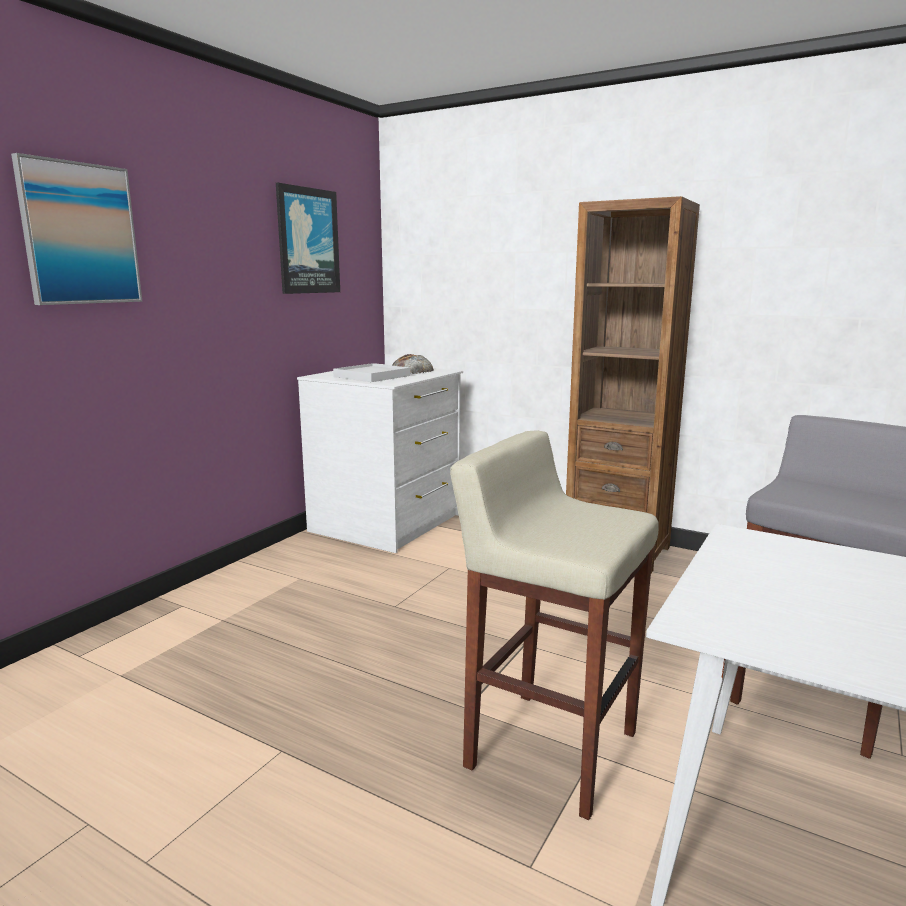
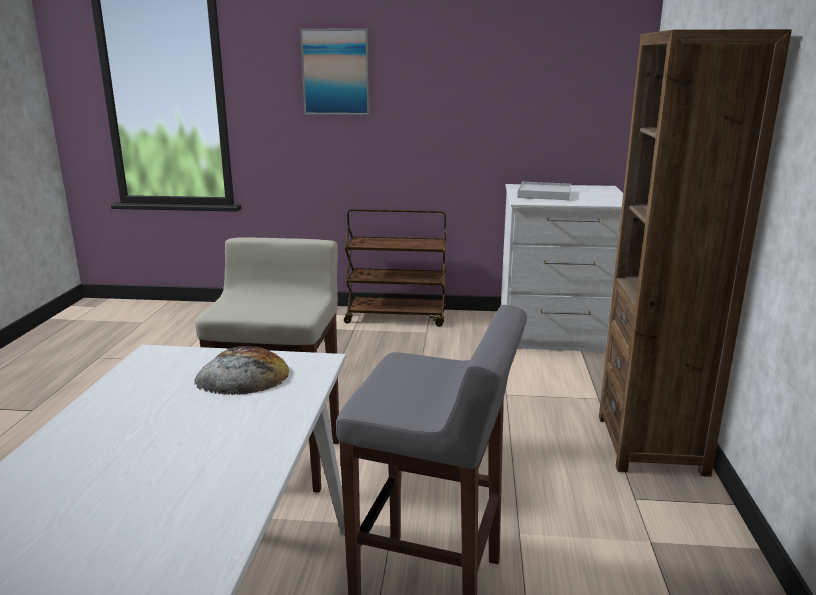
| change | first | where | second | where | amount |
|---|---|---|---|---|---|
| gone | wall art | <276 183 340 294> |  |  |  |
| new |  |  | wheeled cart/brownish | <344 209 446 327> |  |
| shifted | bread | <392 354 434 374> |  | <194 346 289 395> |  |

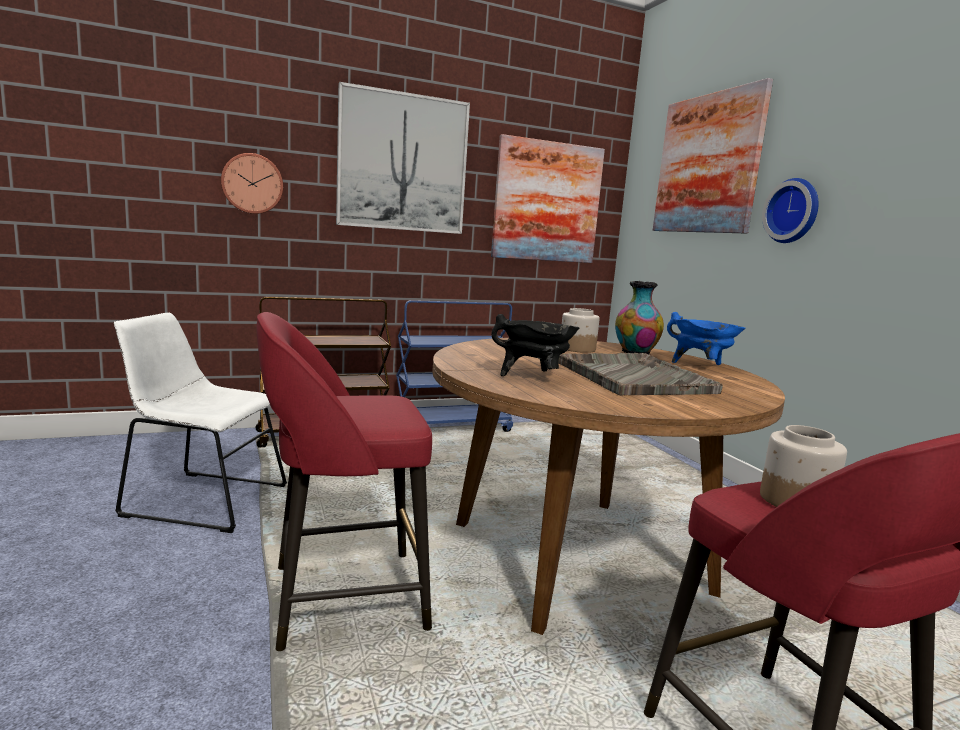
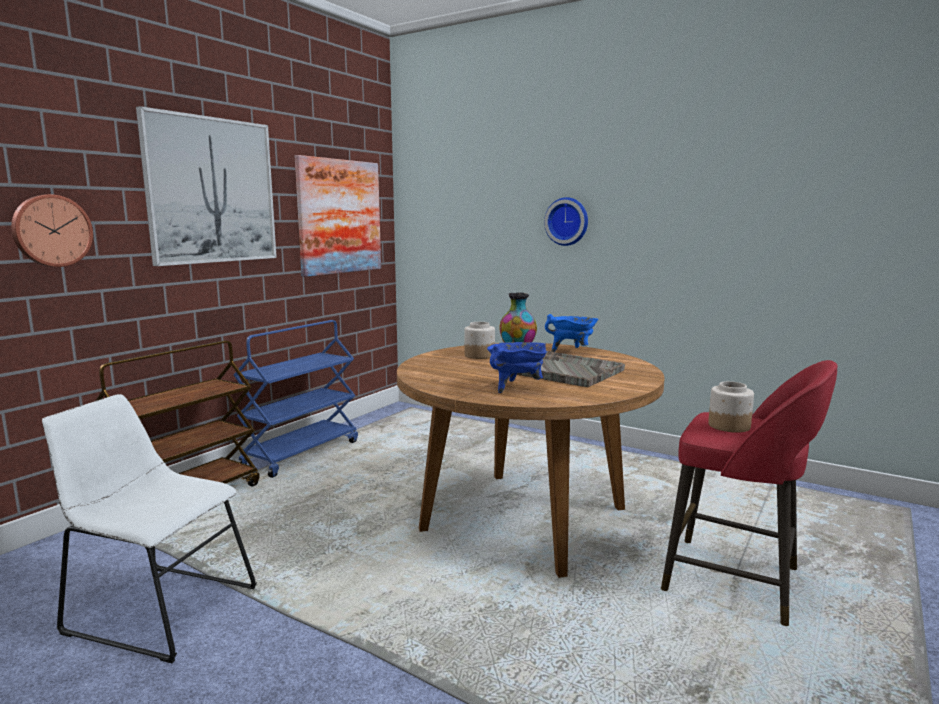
| change | first | where | second | where | amount |
|---|---|---|---|---|---|
| gone | sitting stool/red | <256 312 432 651> |  |  |  |
| gone | wall art | <653 78 773 234> |  |  |  |
| repainted | stockpot/black-coloured | <491 314 580 376> | stockpot/blue-coloured | <487 342 547 393> |  |
| rotated | plain chair/white-coloured | <114 313 287 533> |  | <42 394 257 663> | 45 degrees clockwise |

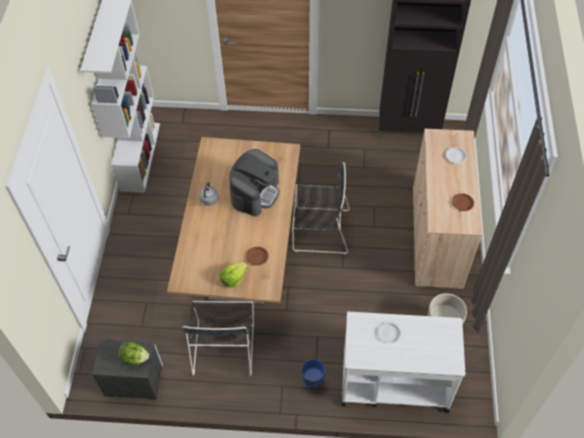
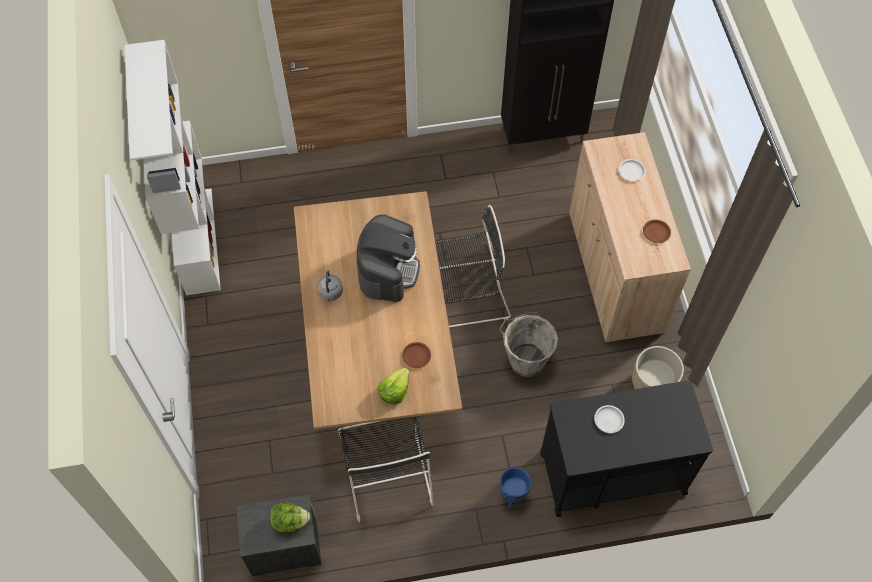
| change | first | where | second | where | amount |
|---|---|---|---|---|---|
| new |  |  | pail/grey | <499 313 558 377> |  |
| repainted | wheeled cart/white-coloured | <342 312 465 413> | wheeled cart/black-coloured | <540 380 713 517> |  |

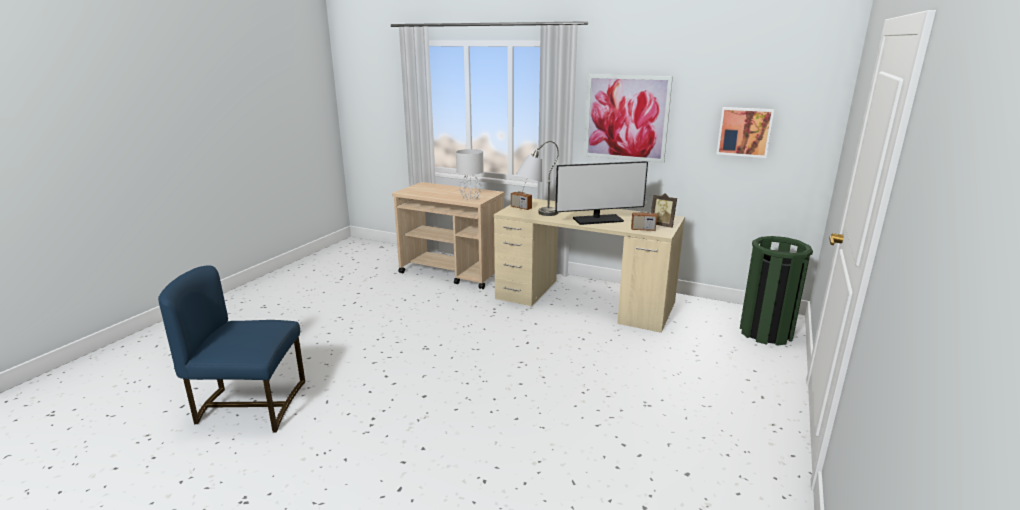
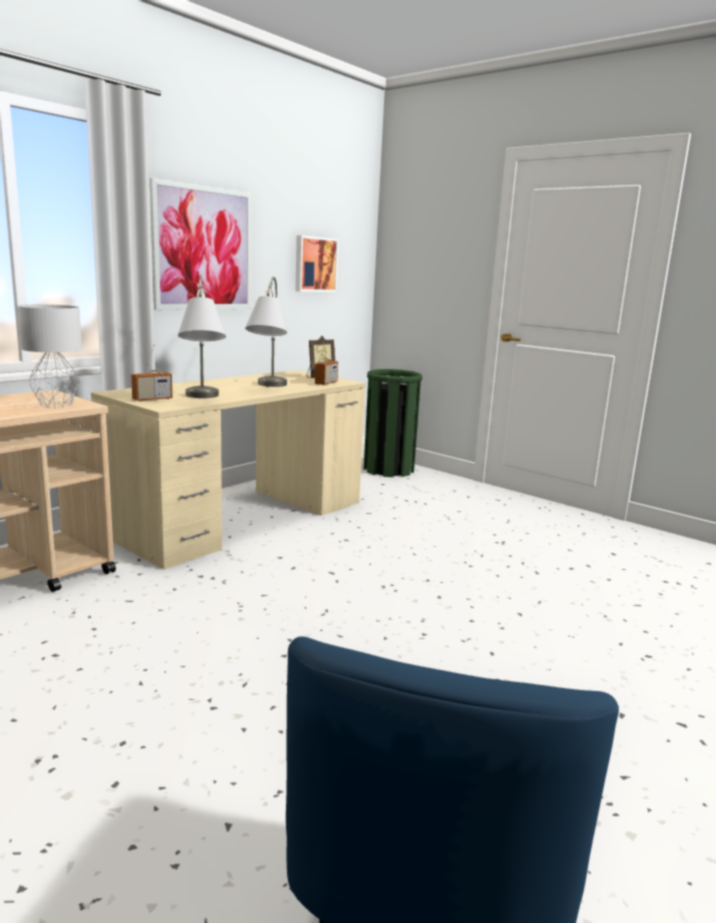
| change | first | where | second | where | amount |
|---|---|---|---|---|---|
| swapped | monitor | <555 161 648 225> | table lamp/grey | <245 277 287 387> |  |

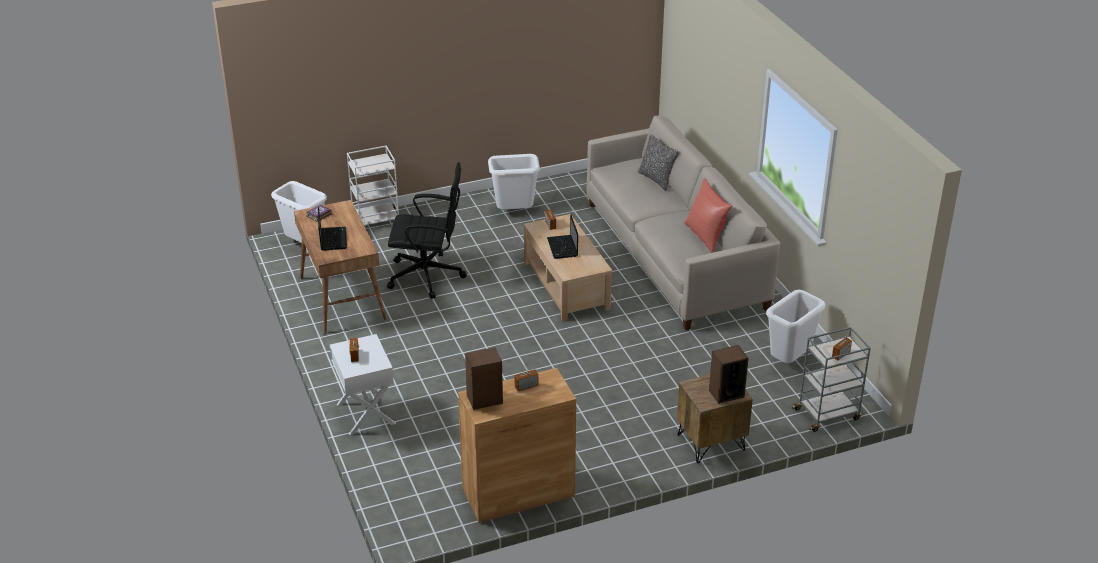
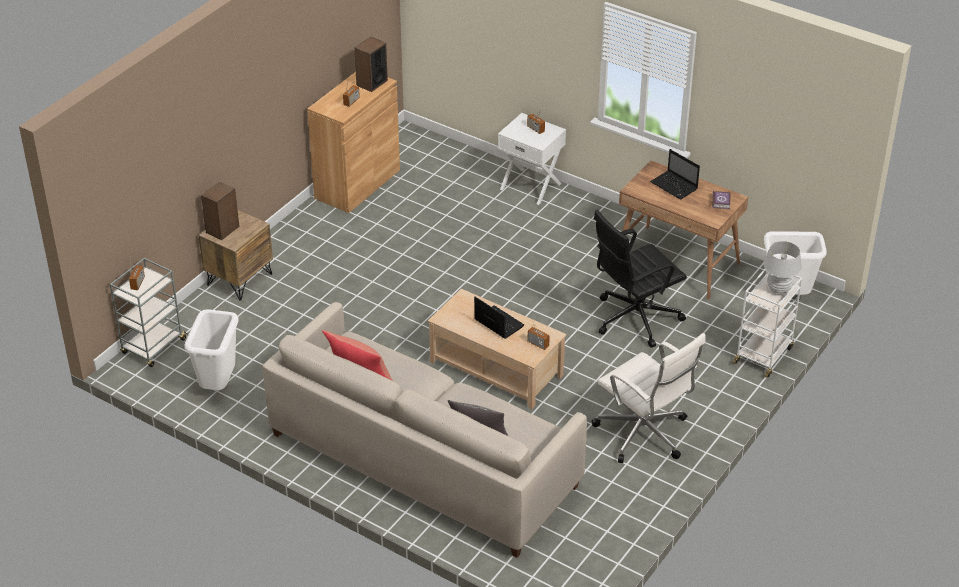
| change | first | where | second | where | amount |
|---|---|---|---|---|---|
| new |  |  | table lamp/white-coloured | <764 241 802 294> |  |
| swapped | rubbish bin/white-coloured | <488 154 540 210> | computer chair/white-coloured | <591 333 706 463> |  |

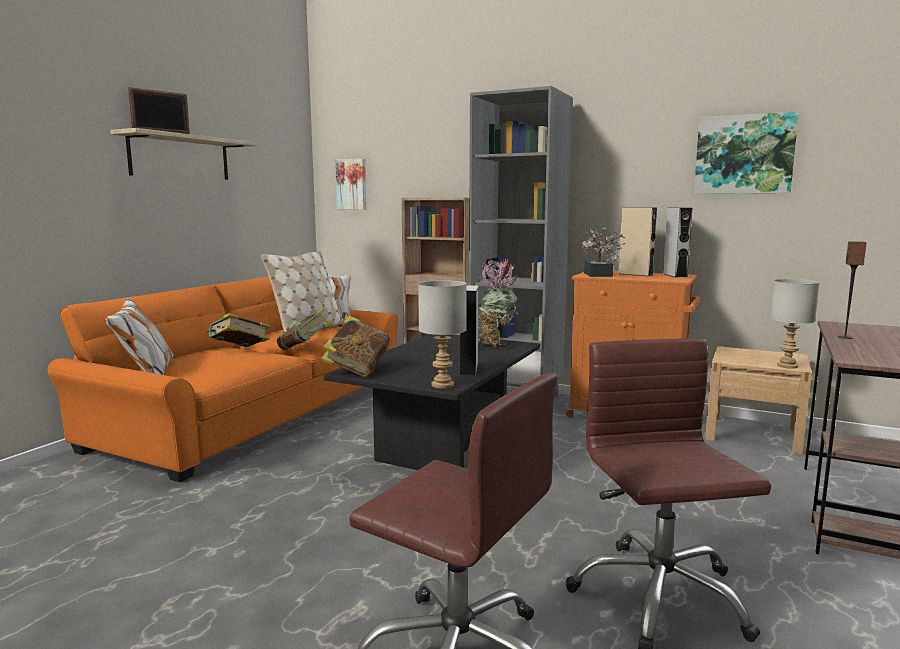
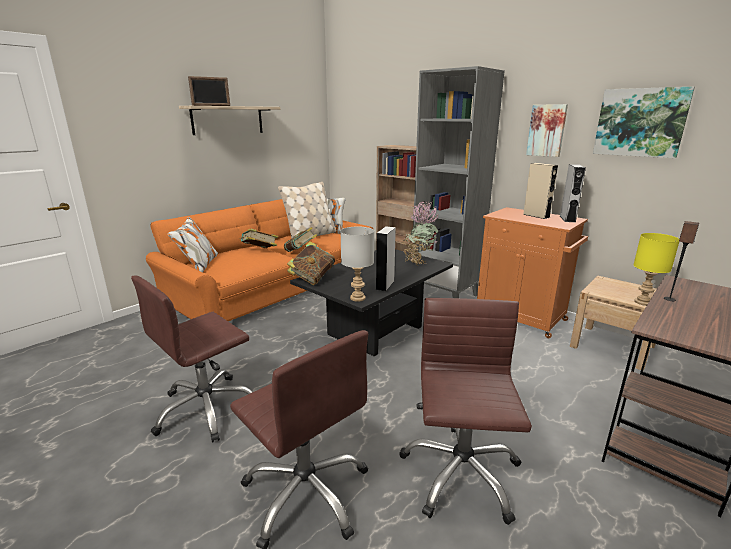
| change | first | where | second | where | amount |
|---|---|---|---|---|---|
| gone | plant in a pot | <580 227 625 277> |  |  |  |
| new |  |  | computer chair/brownish | <131 275 253 443> |  |
| shifted | wall art | <335 159 366 210> |  | <526 104 568 157> |  |
| repainted | table lamp/grey | <770 279 820 369> | table lamp/yellowish | <633 233 679 306> |  |

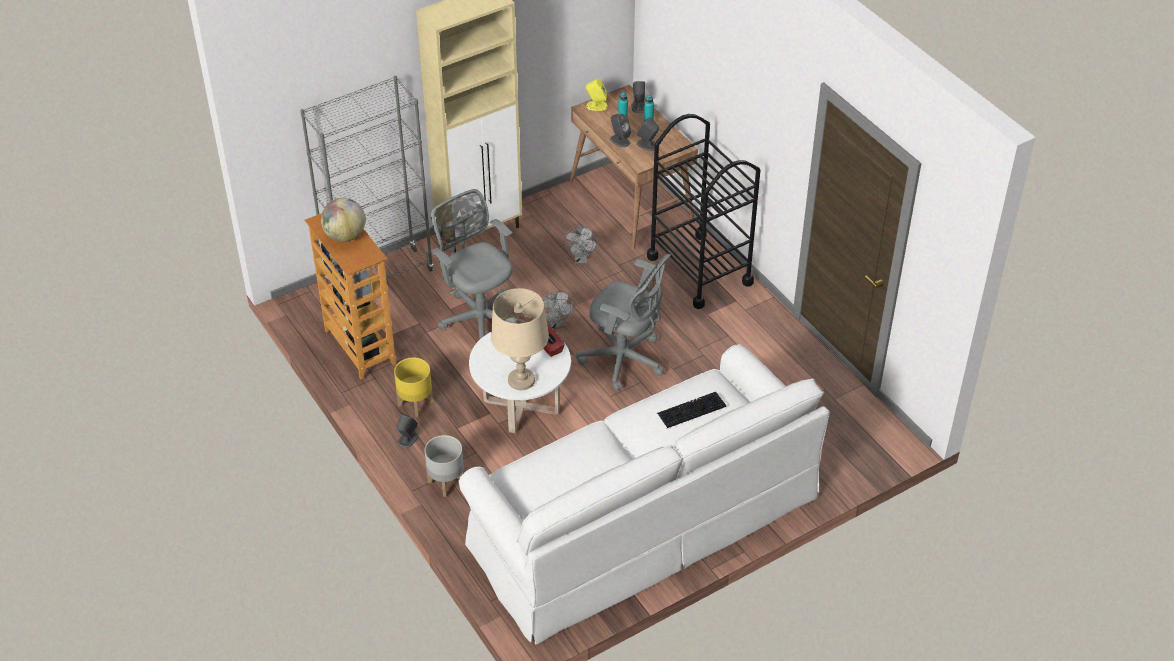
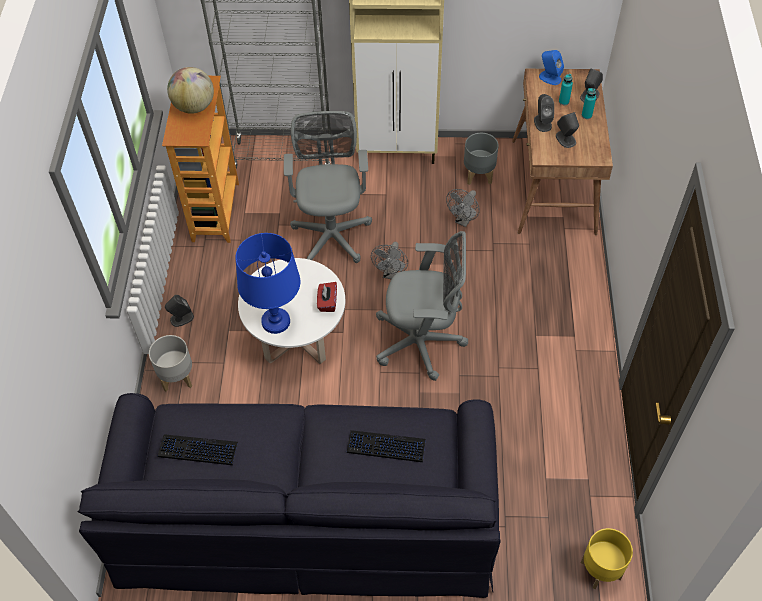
| change | first | where | second | where | amount |
|---|---|---|---|---|---|
| gone | wheeled cart/black-coloured | <647 114 760 309> |  |  |  |
| new |  |  | PC keyboard | <158 434 238 465> |  |
| new |  |  | plant pot/grey | <464 133 498 185> |  |
| shifted | plant pot/yellowish | <394 358 433 417> |  | <580 528 633 589> |  |
| repainted | sofa/white-coloured | <459 344 830 645> | sofa/black-coloured | <78 393 501 598> |  |
| repainted | table lamp/sand-coloured | <491 288 549 390> | table lamp/blue-coloured | <236 233 301 334> |  |
| repainted | audio speaker/yellowish | <586 79 608 111> | audio speaker/blue-coloured | <539 50 564 85> |  |
| rotated | computer chair/grey | <576 254 671 391> |  | <376 231 468 381> | 60 degrees counterclockwise |

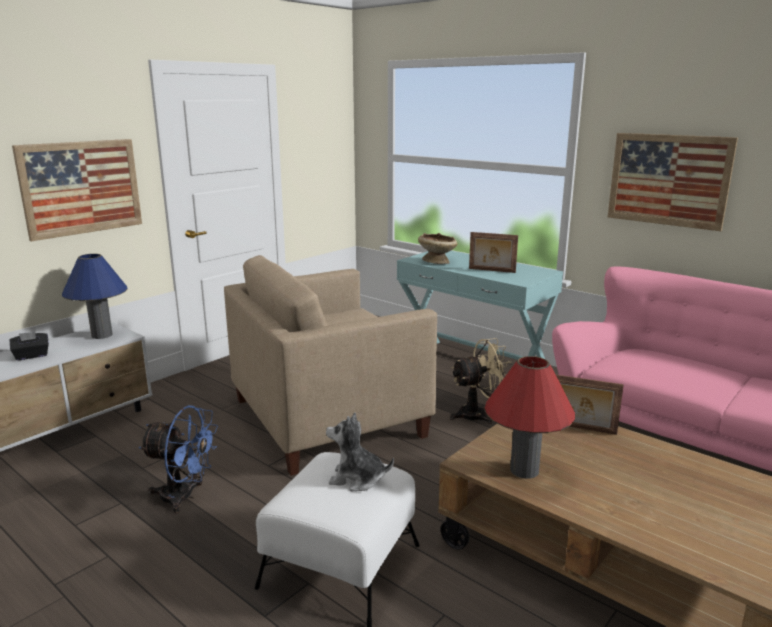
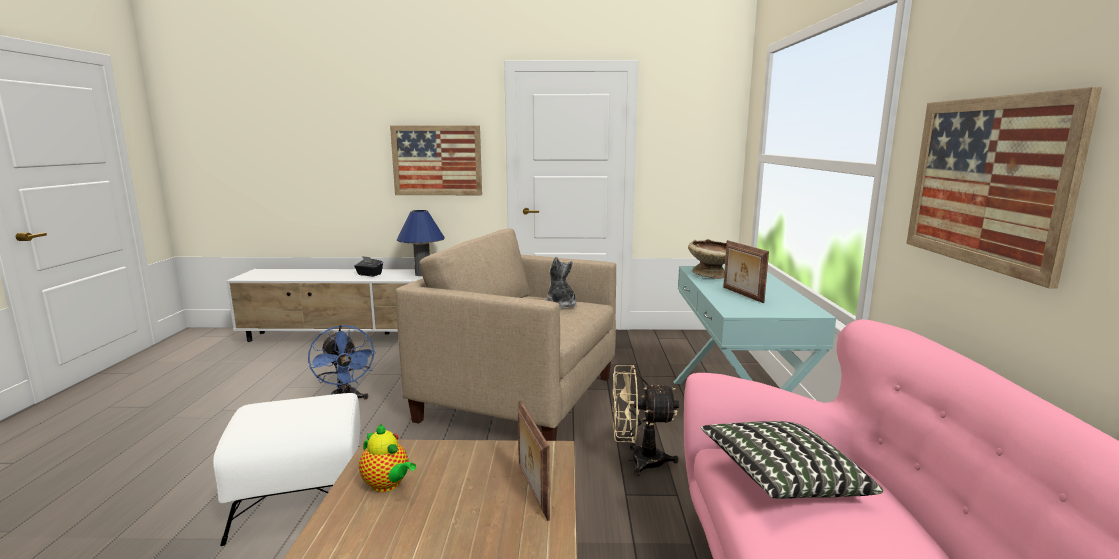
| change | first | where | second | where | amount |
|---|---|---|---|---|---|
| new |  |  | cushion | <701 421 883 499> |  |
| shifted | plush toy | <326 413 394 491> |  | <545 257 577 309> |  |
| swapped | table lamp/red | <485 356 575 479> | teapot | <359 424 416 492> |  |
| rotated | cooling fan/sand-coloured | <450 338 512 424> |  | <612 365 679 476> | 150 degrees clockwise |

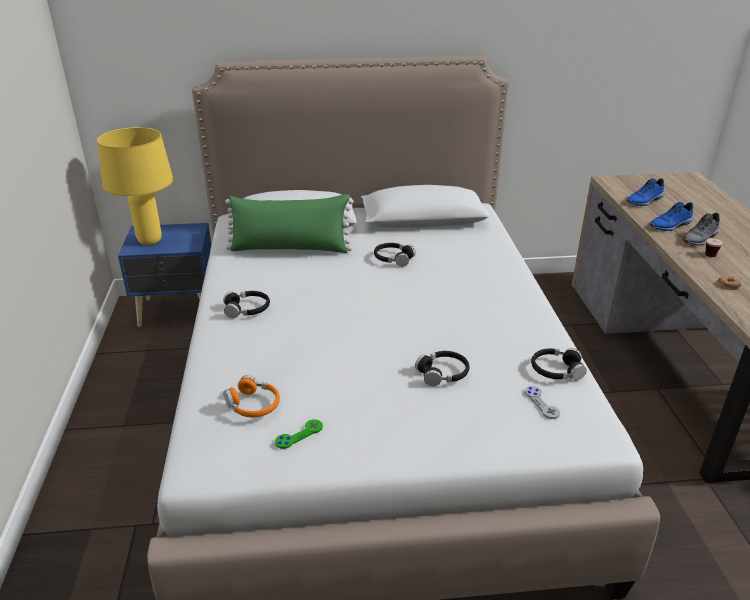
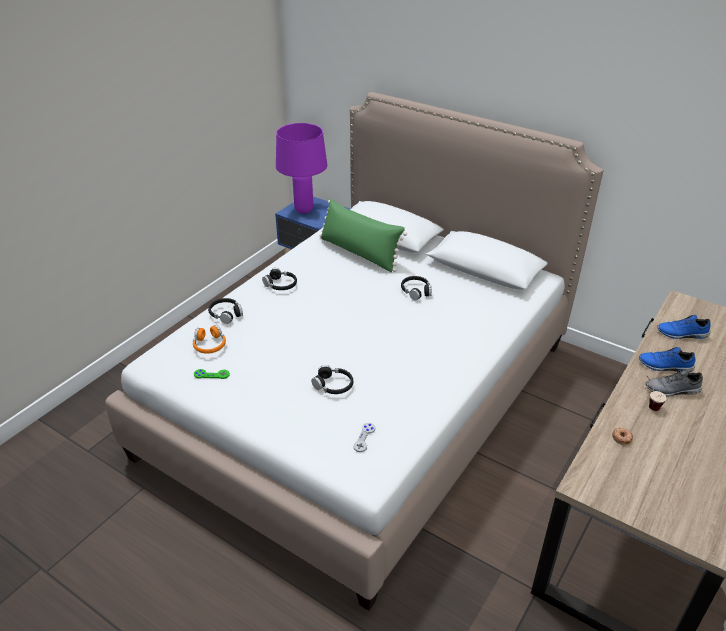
| change | first | where | second | where | amount |
|---|---|---|---|---|---|
| shifted | headset/black-coloured | <531 348 587 381> |  | <208 298 243 324> |  |
| repainted | table lamp/yellowish | <97 127 173 245> | table lamp/purple-coloured | <276 123 327 213> |  |

